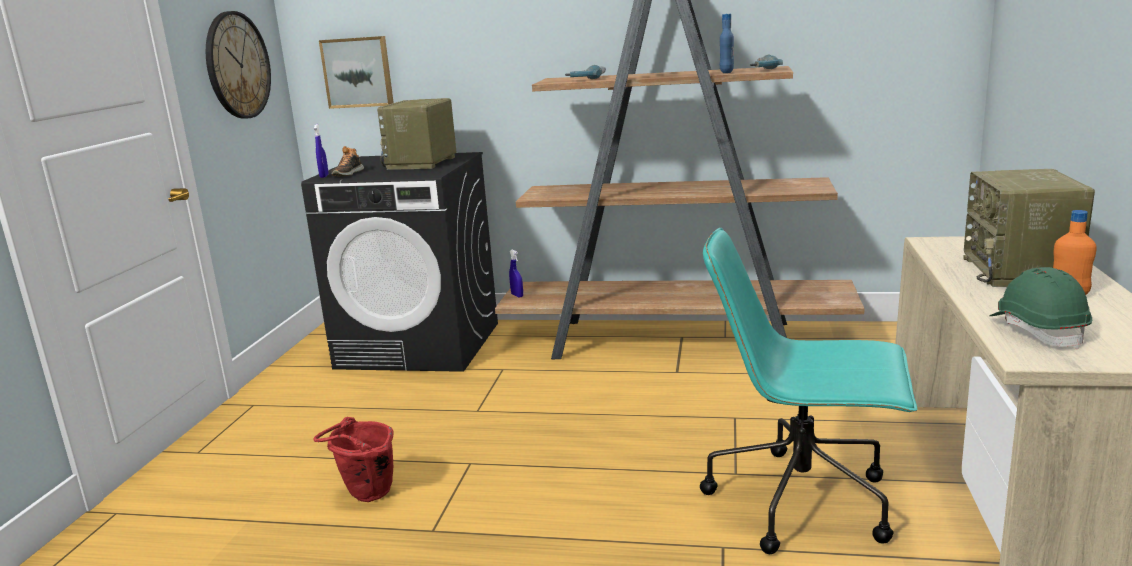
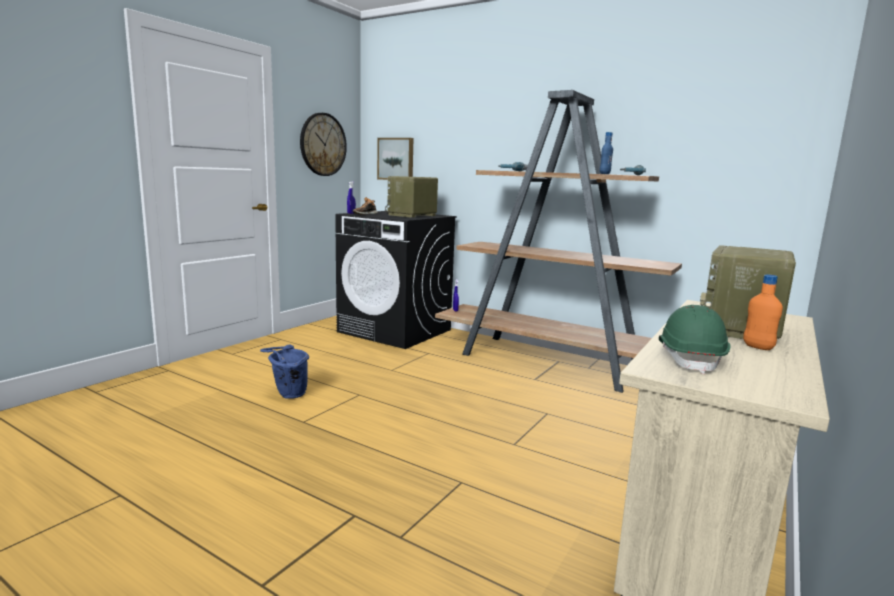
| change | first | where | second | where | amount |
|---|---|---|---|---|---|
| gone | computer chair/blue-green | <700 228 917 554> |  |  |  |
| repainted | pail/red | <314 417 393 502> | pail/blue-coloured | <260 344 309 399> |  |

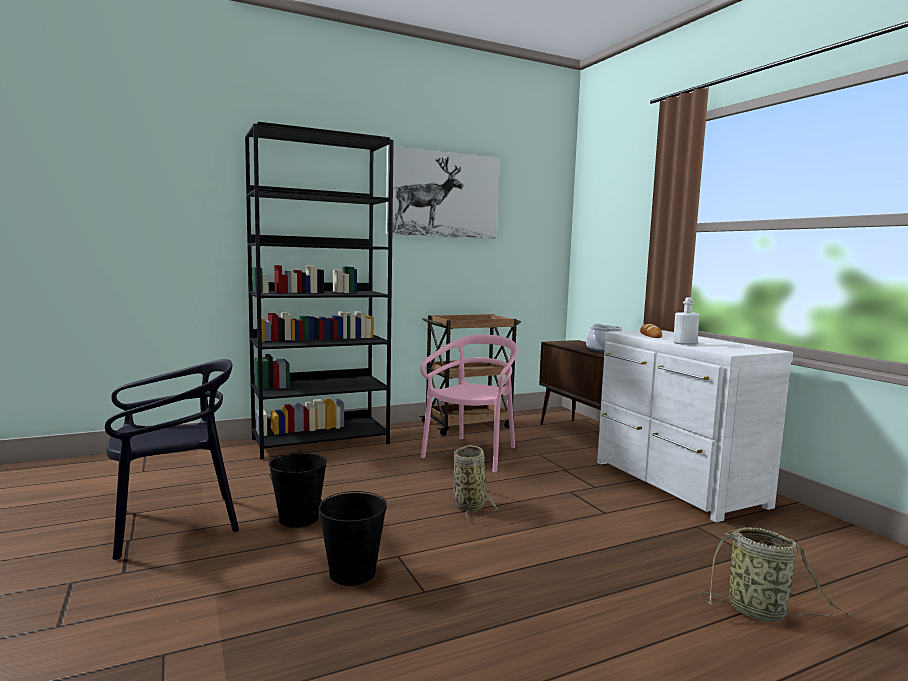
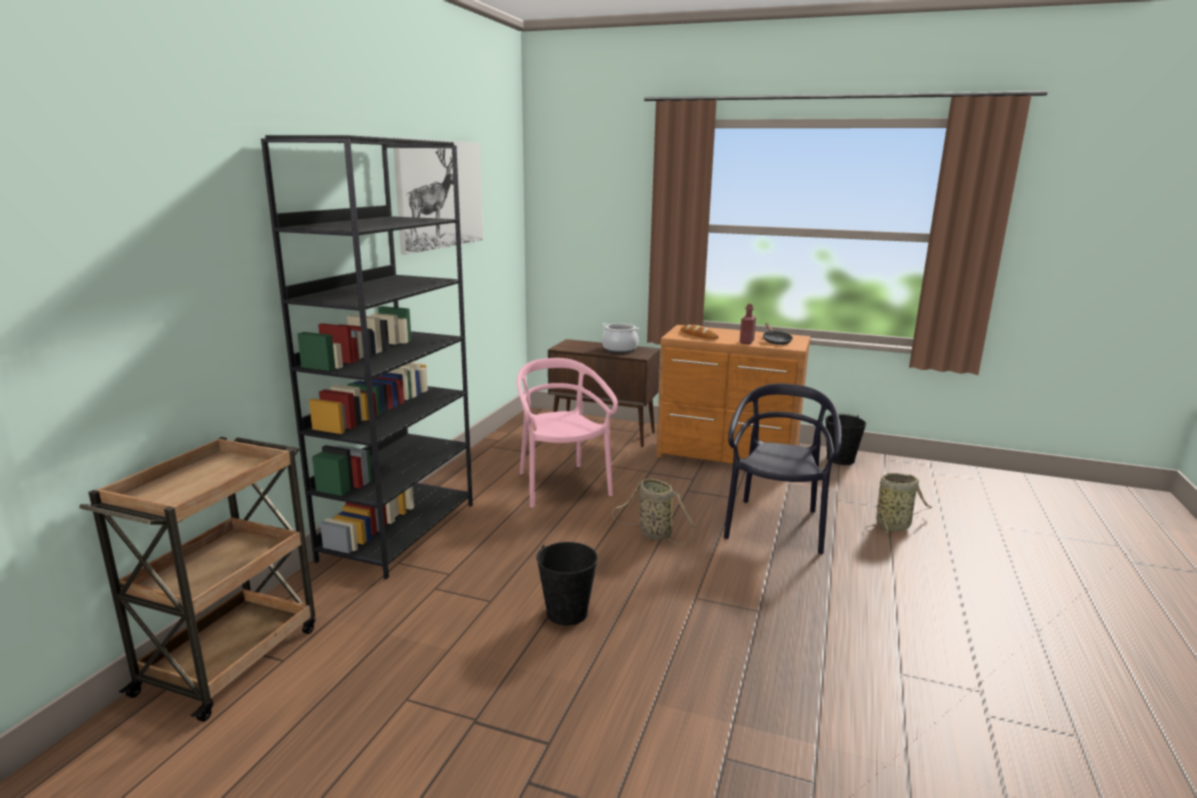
| change | first | where | second | where | amount |
|---|---|---|---|---|---|
| new |  |  | skillet/black-coloured | <763 323 793 345> |  |
| shifted | plain chair/black-coloured | <105 359 239 560> |  | <724 383 842 554> |  |
| shifted | pail/black-coloured | <319 491 387 586> |  | <825 414 866 465> |  |
| shifted | wheeled cart/brownish | <419 314 521 436> |  | <79 437 316 722> |  |
| repainted | chest of drawers/white-coloured | <597 330 793 522> | chest of drawers/brownish | <656 325 811 464> |  |
| repainted | beverage bottle/white-coloured | <673 297 700 345> | beverage bottle/red | <740 303 756 344> |  |

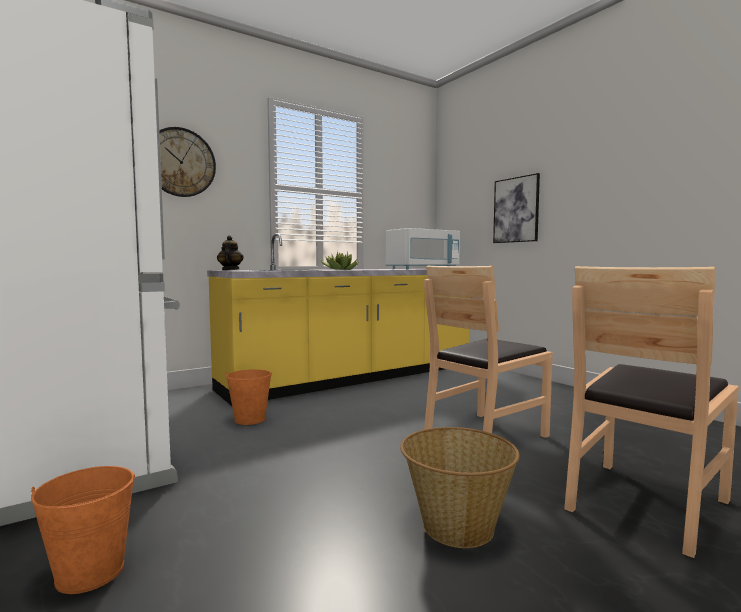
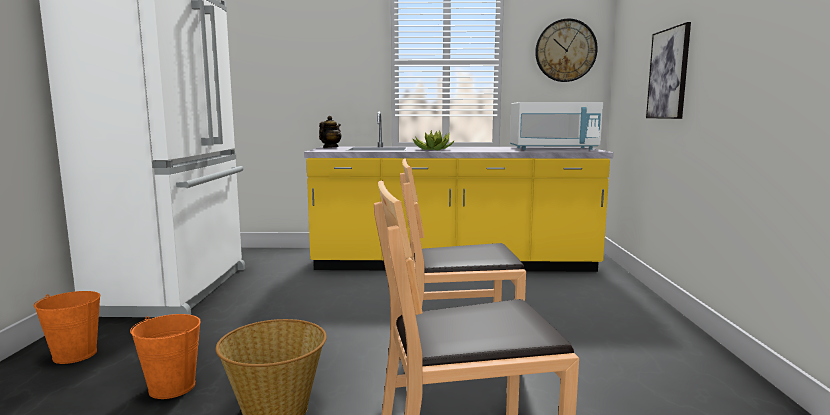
| change | first | where | second | where | amount |
|---|---|---|---|---|---|
| shifted | wall clock | <159 127 216 197> |  | <535 18 598 82> |  |
| shifted | pail/orange | <226 369 272 425> |  | <130 314 201 399> |  |

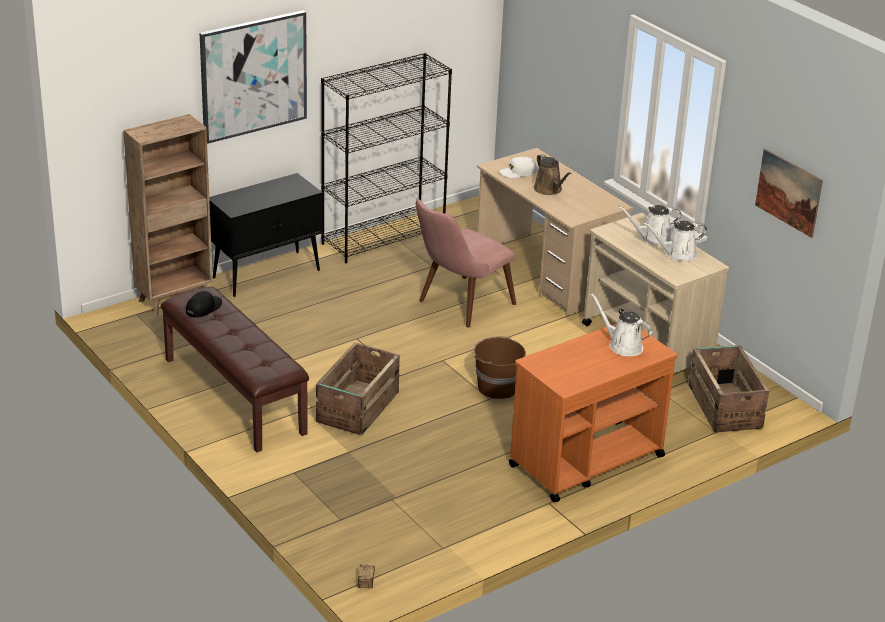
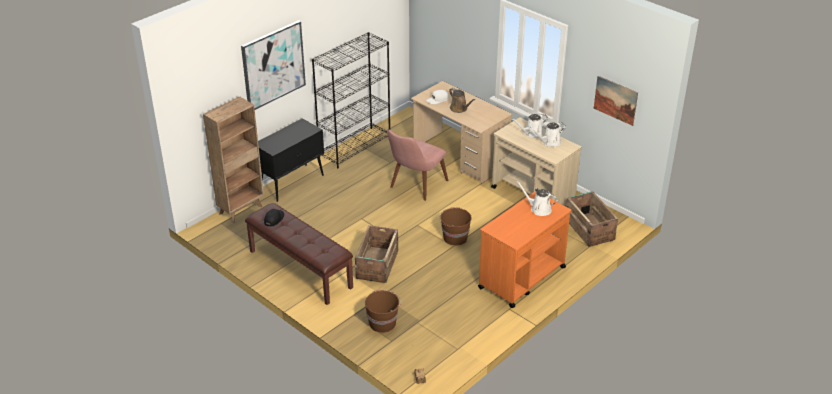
| change | first | where | second | where | amount |
|---|---|---|---|---|---|
| new |  |  | pail/brownish | <365 290 401 333> |  |

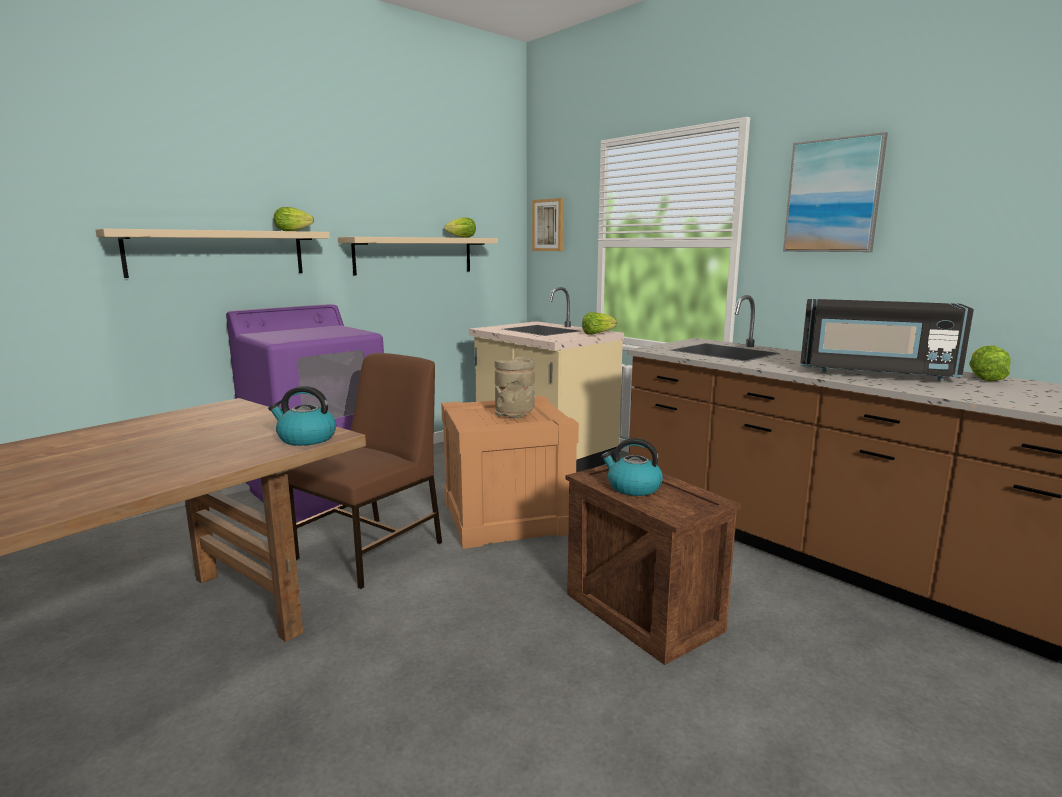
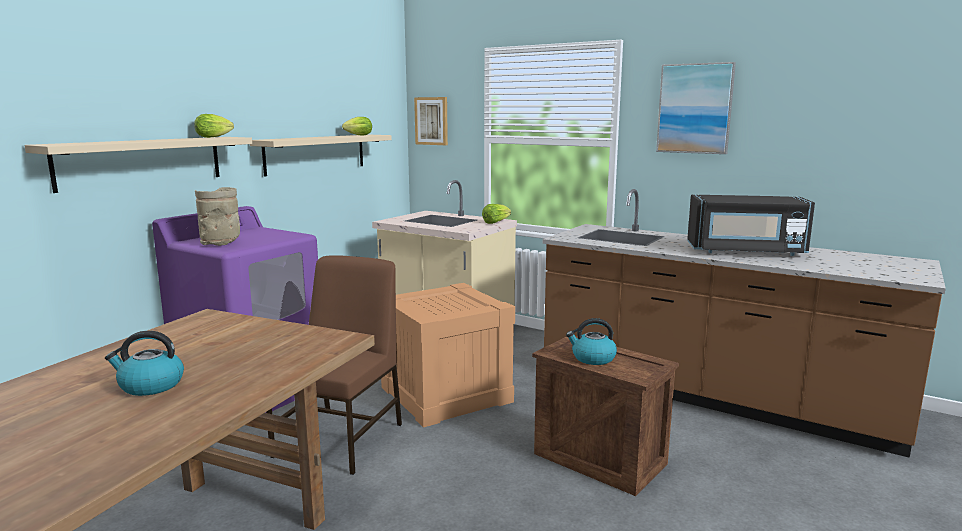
| change | first | where | second | where | amount |
|---|---|---|---|---|---|
| gone | head of lettuce | <969 345 1011 381> |  |  |  |
| shifted | water kettle | <268 386 336 446> |  | <105 331 184 396> |  |
| shifted | decorative vase/sand-coloured | <495 357 535 418> |  | <195 187 240 246> |  |

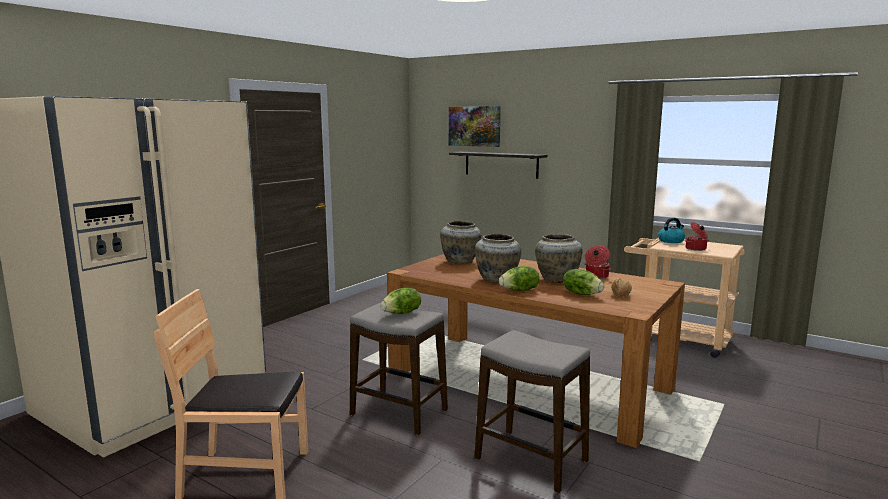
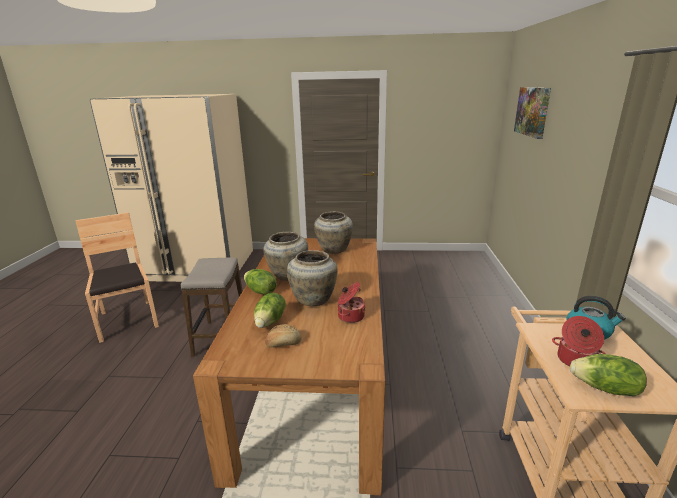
| change | first | where | second | where | amount |
|---|---|---|---|---|---|
| gone | shelf | <449 152 547 179> |  |  |  |
| gone | sitting stool | <474 330 590 493> |  |  |  |
| shifted | head of lettuce | <380 288 421 314> |  | <570 354 647 396> |  |

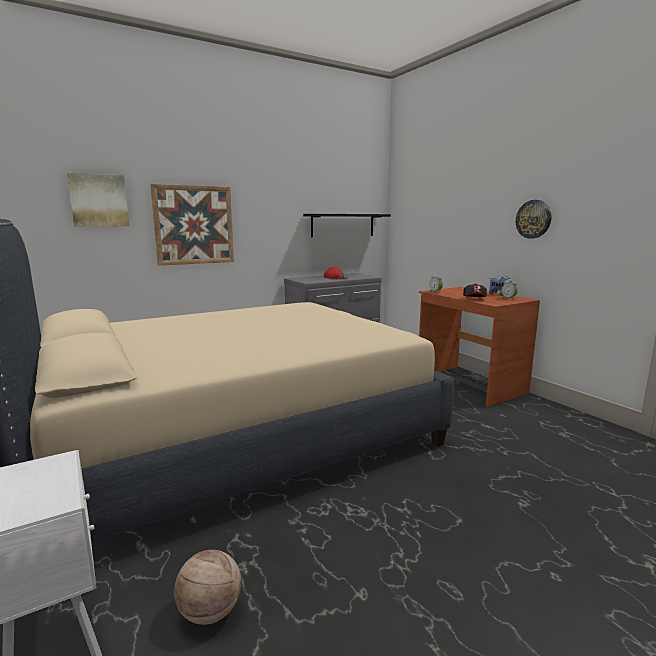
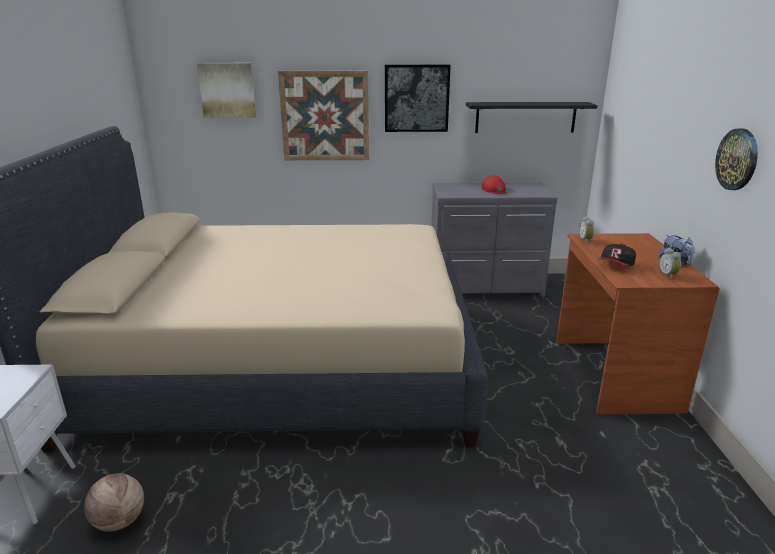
| change | first | where | second | where | amount |
|---|---|---|---|---|---|
| new |  |  | wall art | <385 65 451 132> |  |

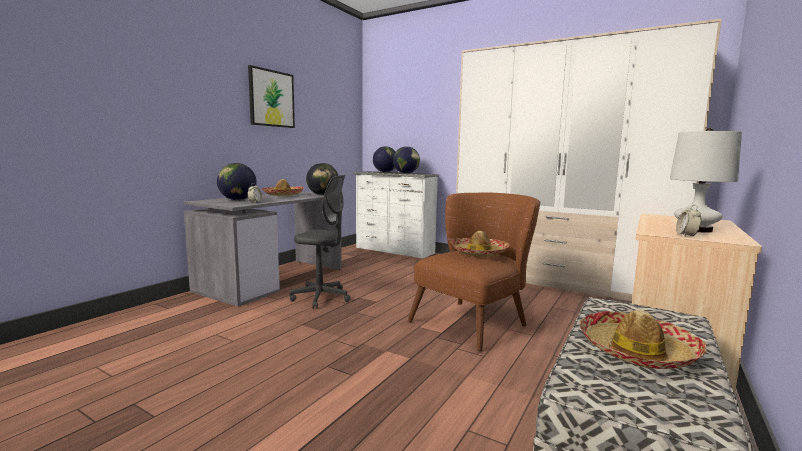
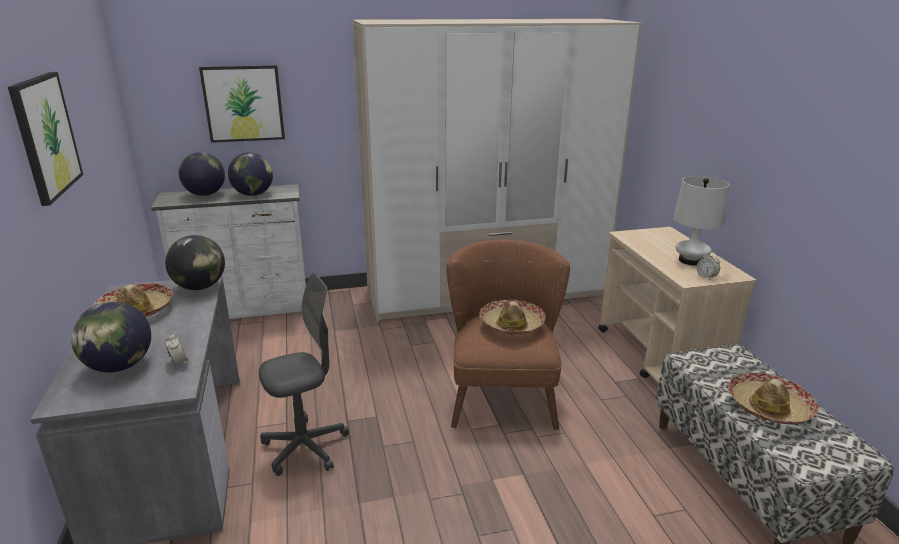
| change | first | where | second | where | amount |
|---|---|---|---|---|---|
| new |  |  | wall art | <199 65 285 143> |  |

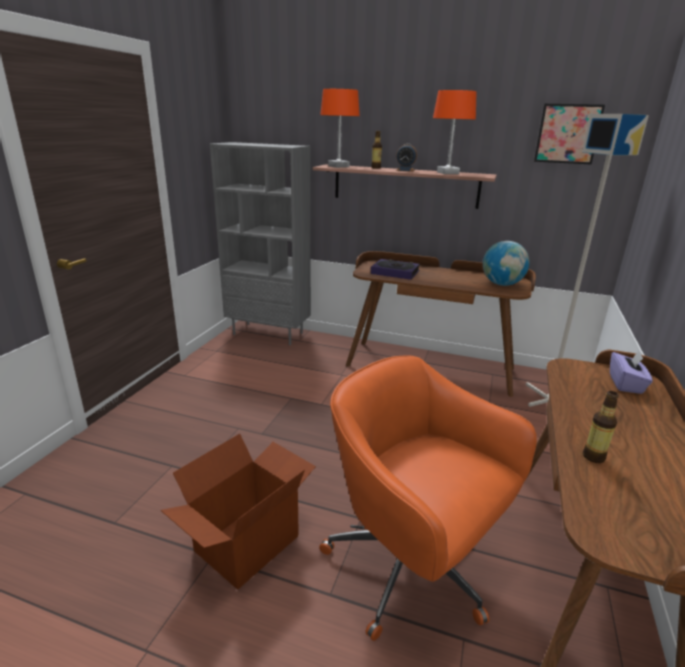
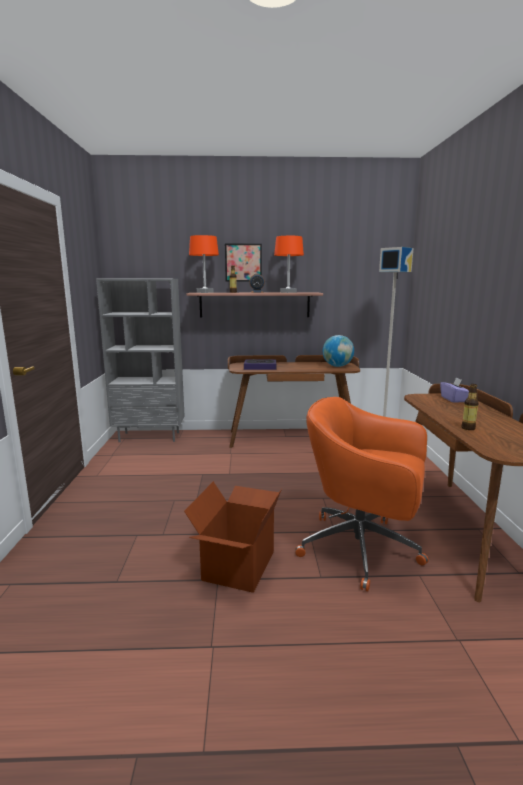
| change | first | where | second | where | amount |
|---|---|---|---|---|---|
| shifted | wall art | <534 104 605 165> |  | <225 244 262 281> |  |

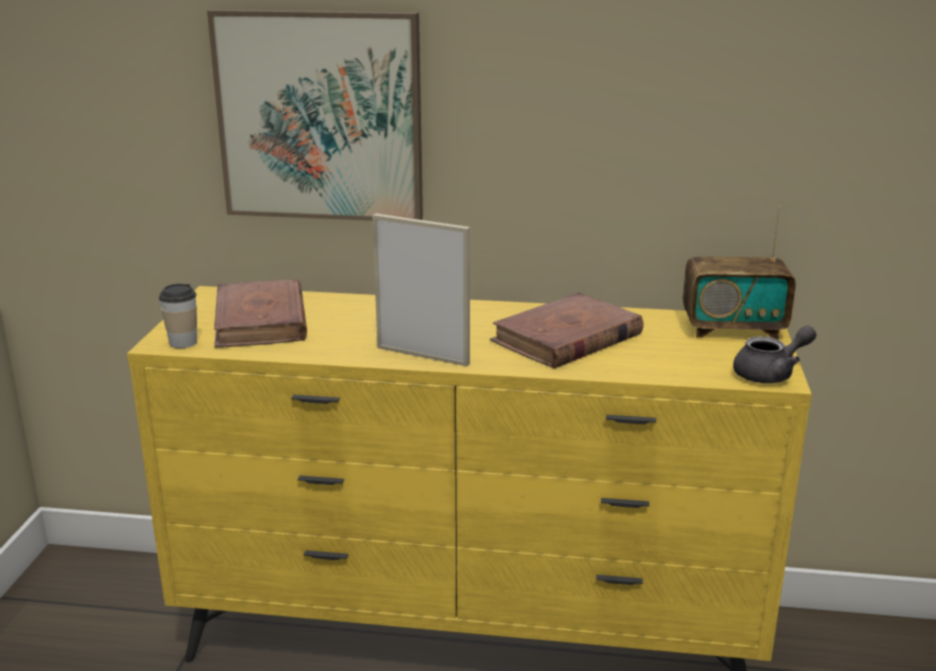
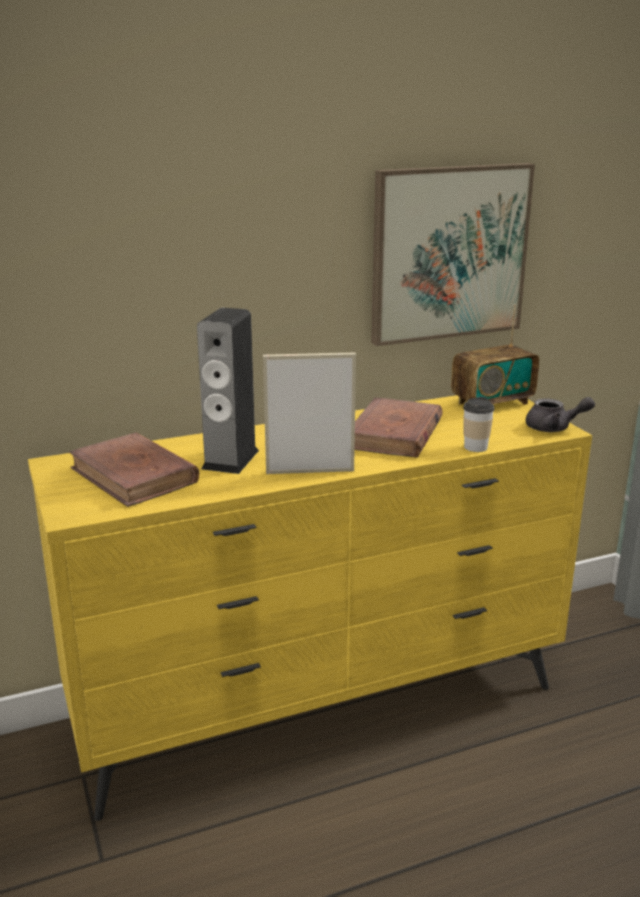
| change | first | where | second | where | amount |
|---|---|---|---|---|---|
| new |  |  | audio speaker | <197 308 259 474> |  |
| shifted | drinking cup | <159 284 197 348> |  | <463 397 494 452> |  |
| shifted | wall art | <207 9 423 221> |  | <371 163 535 346> |  |
| rotated | teapot/grey | <733 325 816 383> |  | <526 397 595 432> | 60 degrees clockwise |

